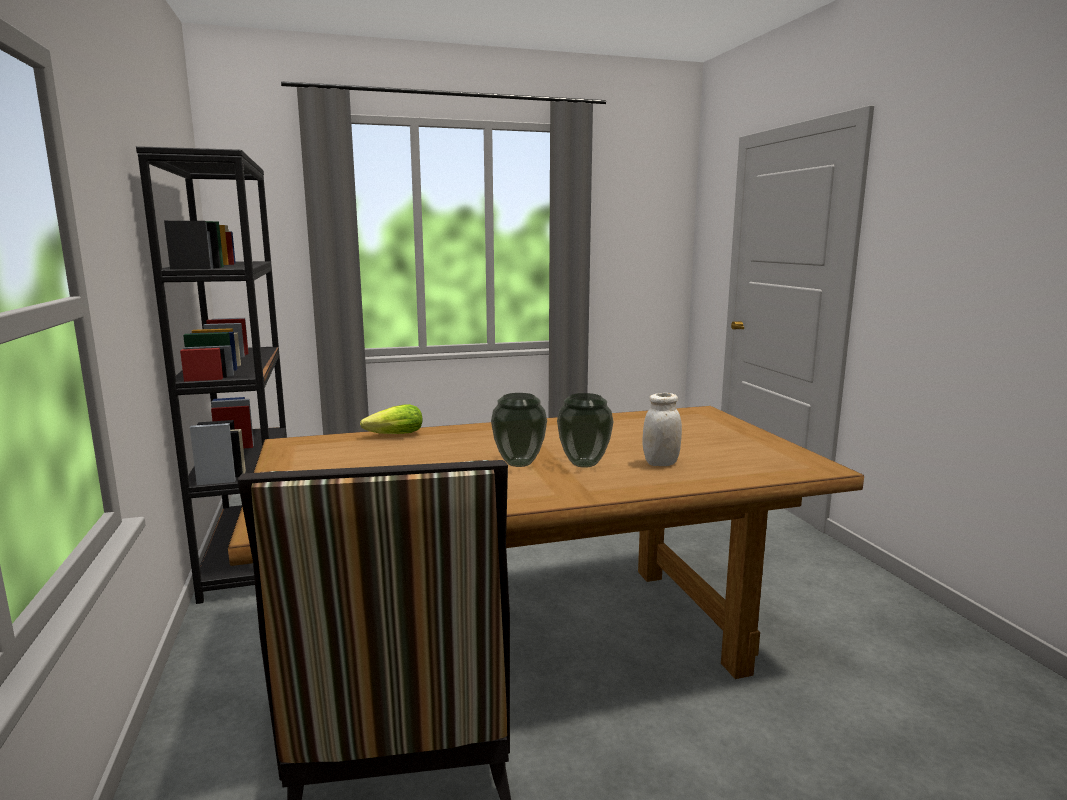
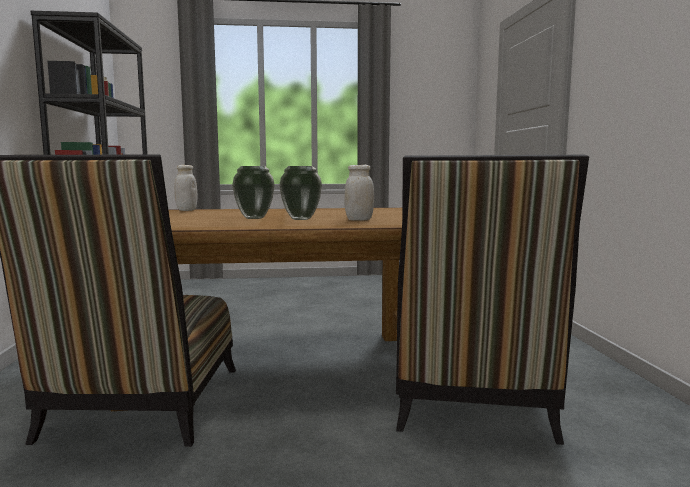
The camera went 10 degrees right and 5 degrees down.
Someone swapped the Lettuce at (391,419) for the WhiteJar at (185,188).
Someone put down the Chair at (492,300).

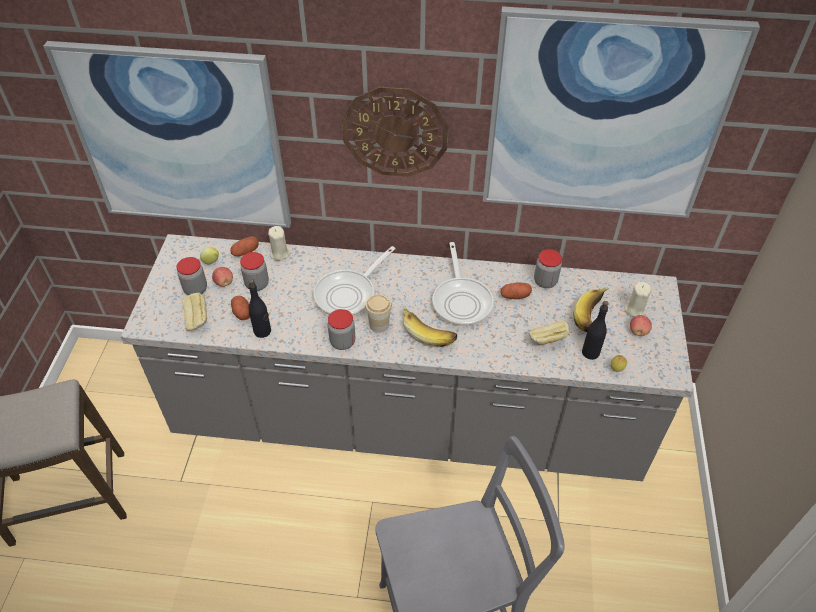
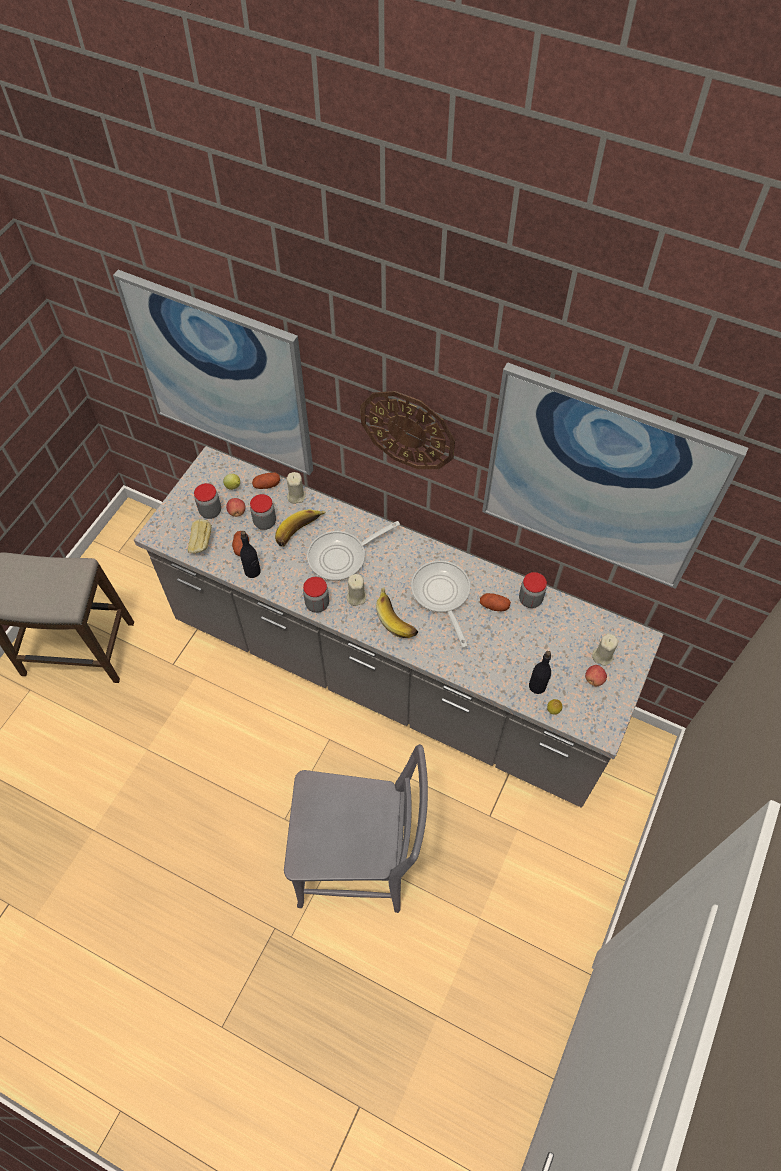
The camera went 20 degrees right and 10 degrees up.
Someone carried the Banana from (590,309) to (300,528).
Someone swapped the Cup at (378,313) for the BeigeCandle at (356,590).
Someone rotated the FryingPan at (463,284) by 150 degrees clockwise.
Someone took away the Bread at (549,332).

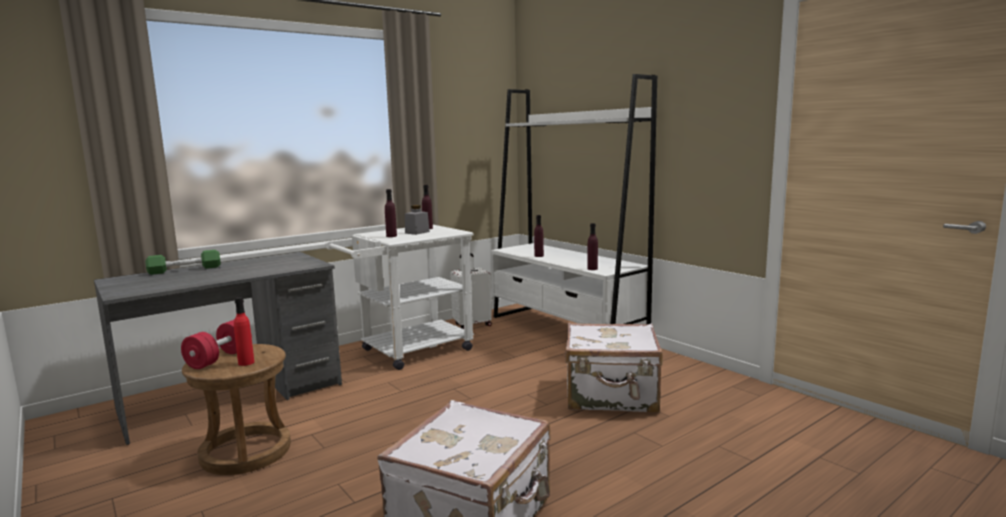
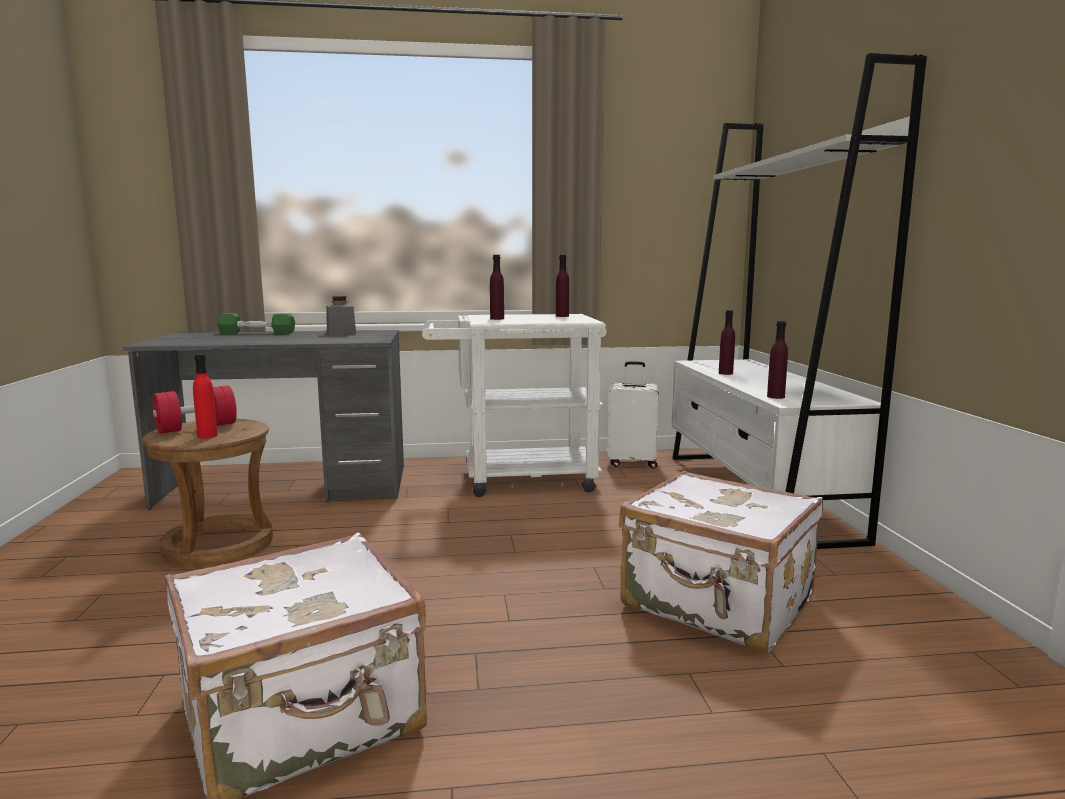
The camera went 30 degrees right and 0 degrees up.
Someone carried the GreyJar from (417,220) to (341,315).

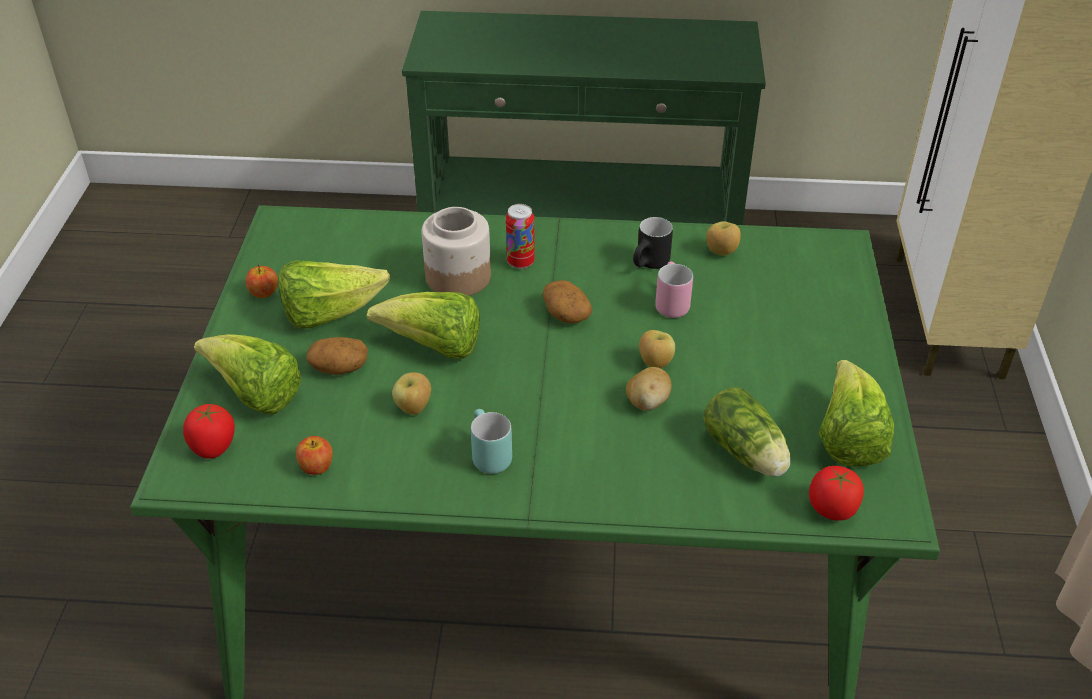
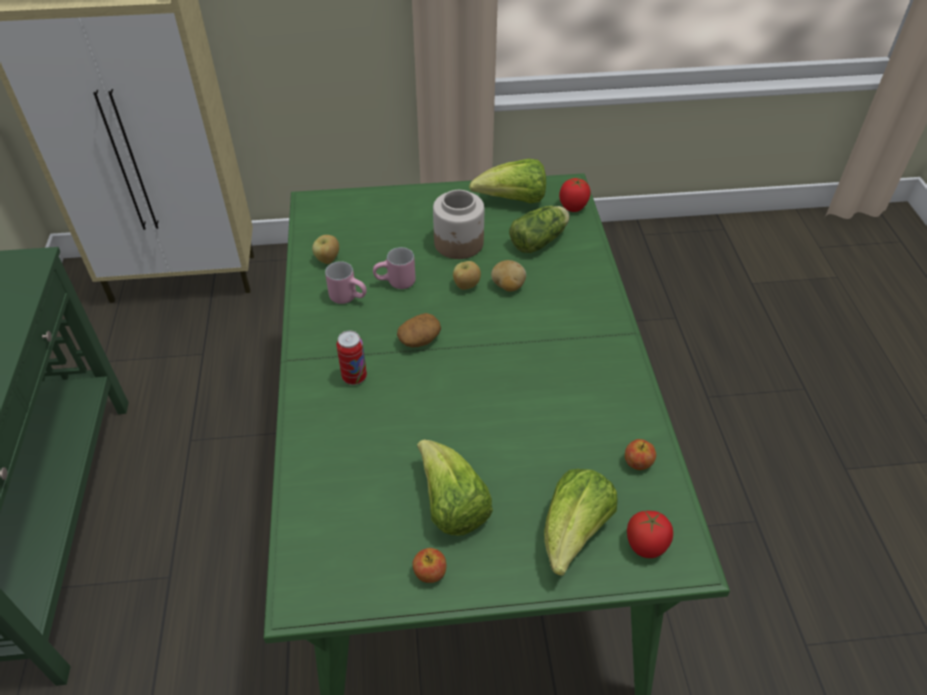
The camera went 100 degrees left and 5 degrees up.
Someone repainted the BlackMug at (653,243), which became the PinkMug at (346,282).
Someone carried the Jar from (456,251) to (458,224).
Someone took away the Potato at (337,356).
Someone took away the Lettuce at (423,325).
Someone took away the Apple at (411,393).
Someone took away the TurquoiseMug at (491,441).

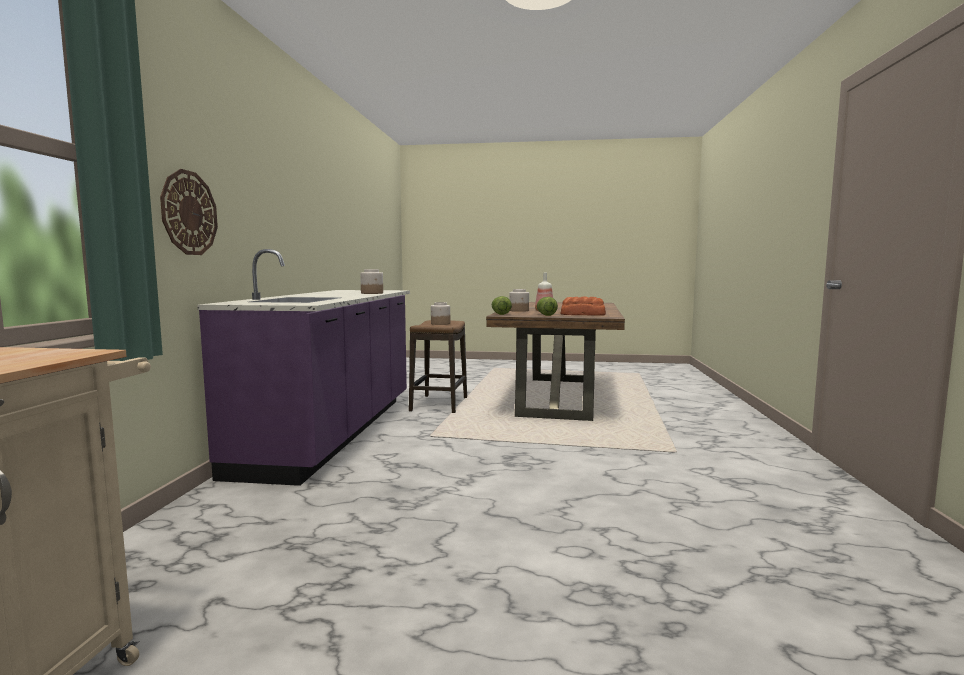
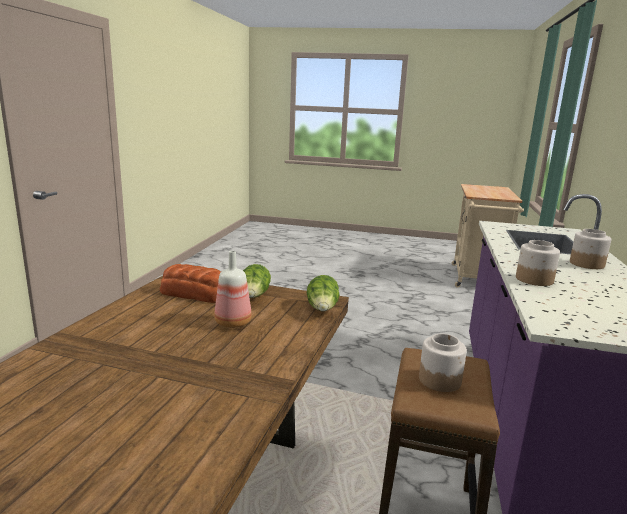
The camera went 175 degrees left and 10 degrees up.
Someone carried the Jar from (519,300) to (590,249).
Someone took away the WallClock at (189,212).

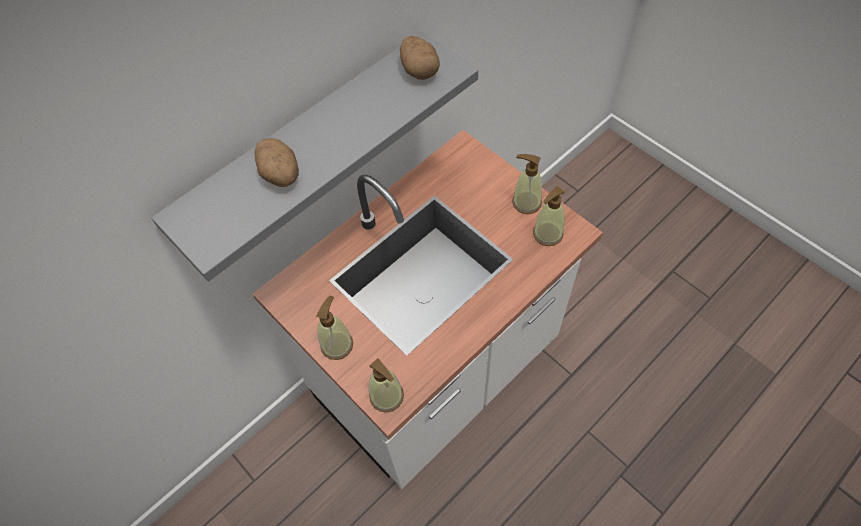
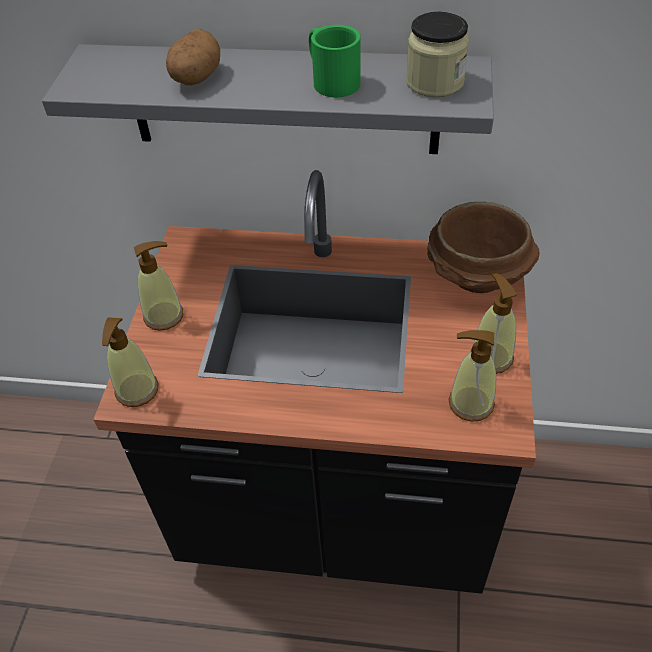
The camera went 50 degrees right and 10 degrees down.
Someone repainted the WhiteCounter at (428,309), which became the BlackCounter at (314,382).
Someone put down the GreenMug at (335,61).
Someone swapped the Potato at (420,58) for the Jar at (437,54).
Someone put down the BrownBowl at (483,247).

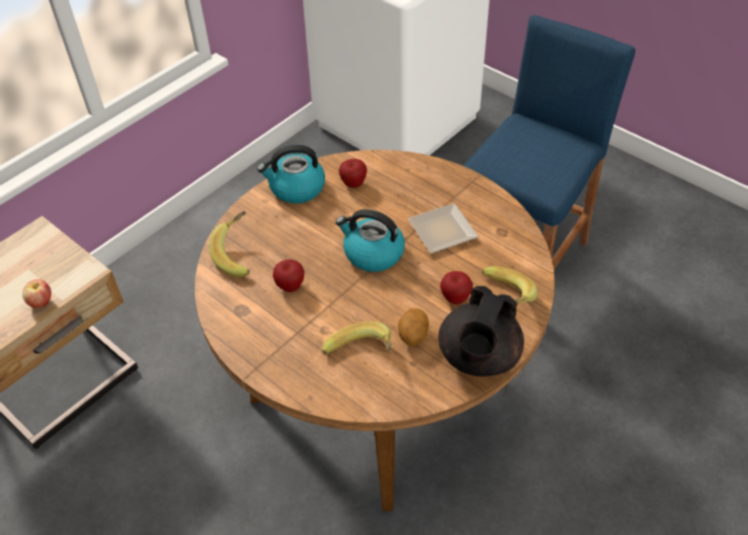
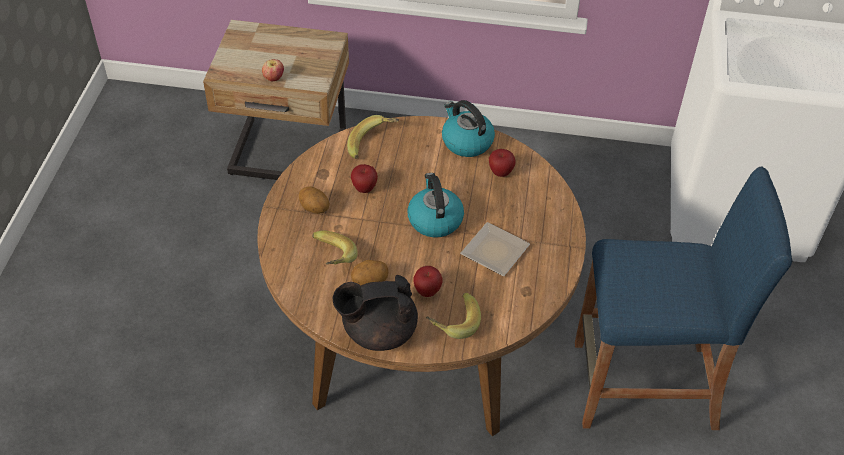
The camera went 55 degrees right and 0 degrees up.
Someone put down the Potato at (314,200).

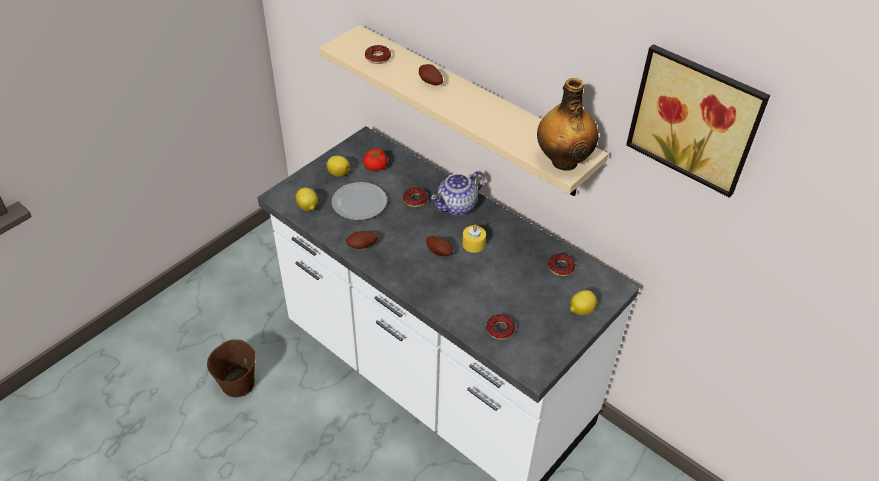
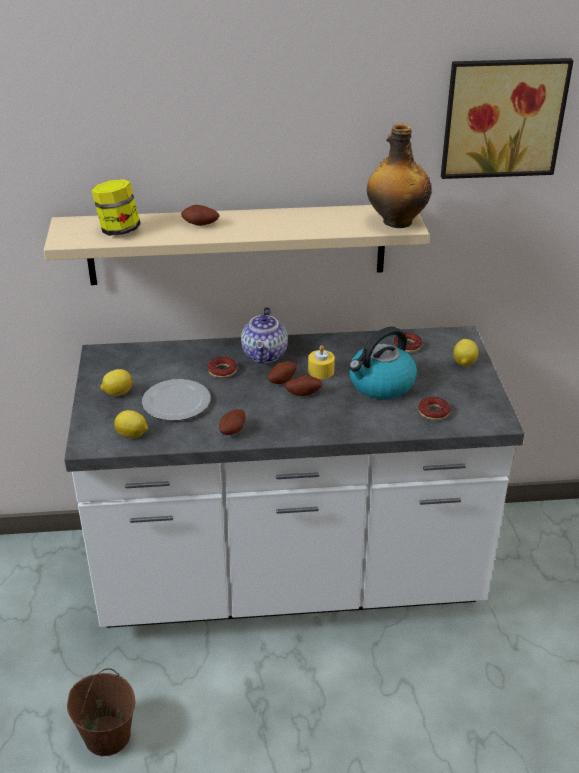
The camera went 45 degrees left and 10 degrees down.
Someone swapped the Donut at (378,54) for the Jar at (116,207).
Someone put down the Potato at (282,372).
Someone put down the Kettle at (383,362).
Someone took away the Tomato at (375,159).

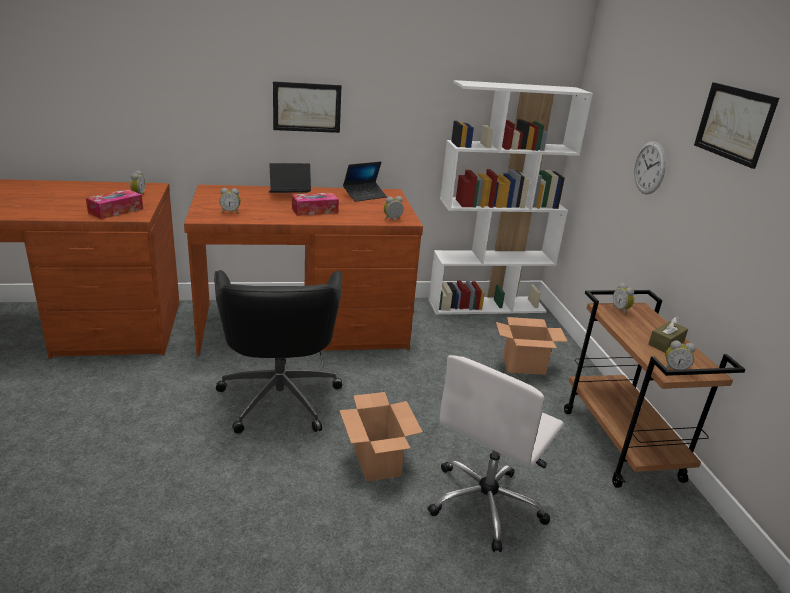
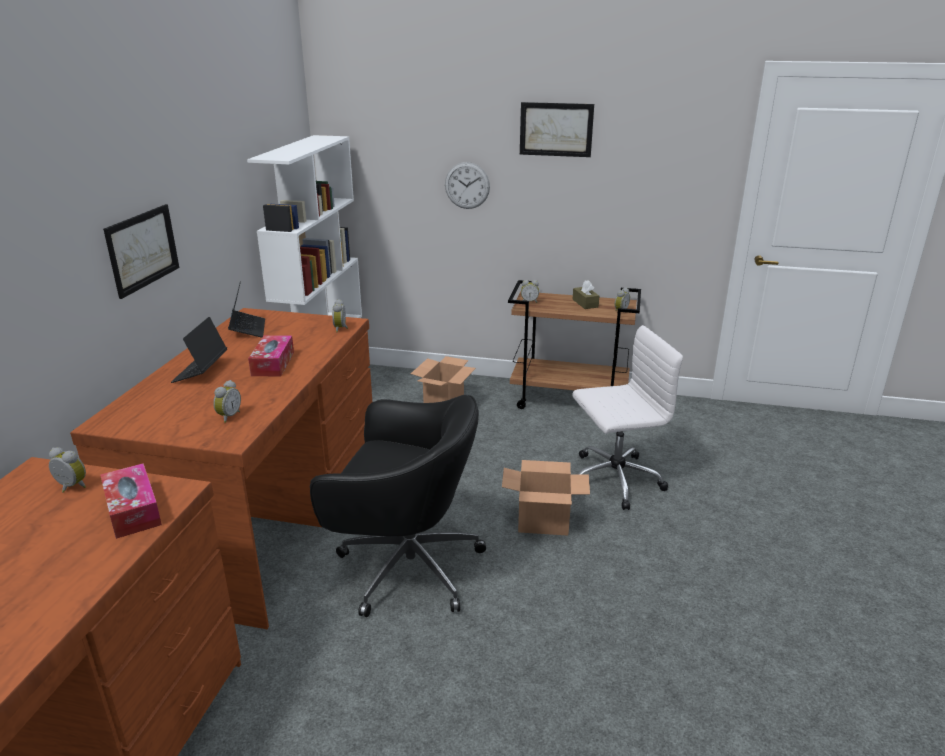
The camera went 65 degrees left and 0 degrees up.
Someone rotated the WhiteOfficeChair at (496,453) by 75 degrees counterclockwise.

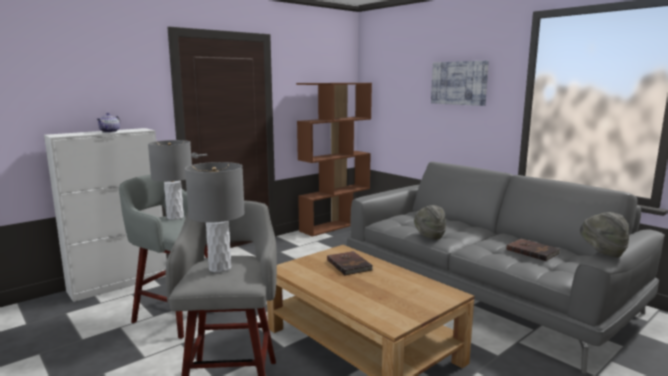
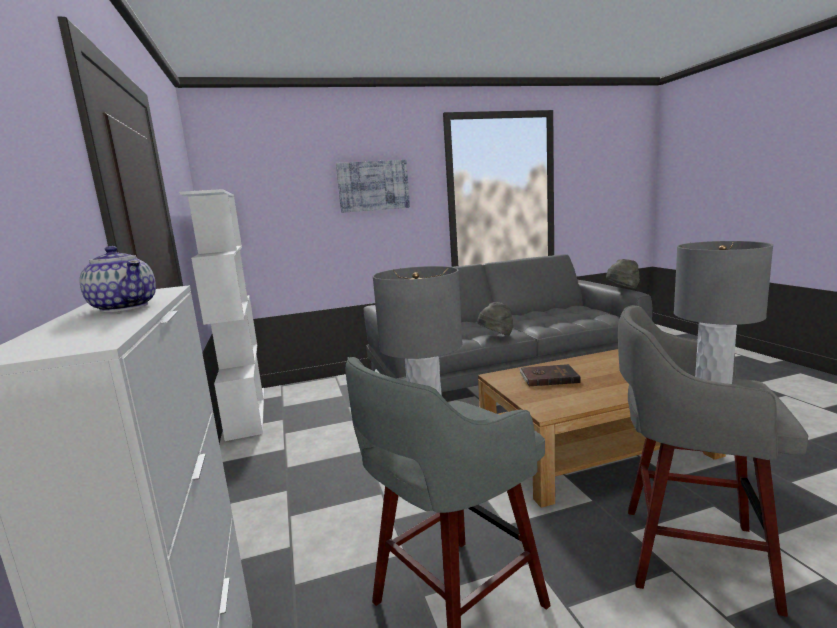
The camera went 65 degrees left and 0 degrees up.
Someone repainted the BrownBookcase at (334,160), which became the WhiteBookcase at (221,315).
Someone took away the BrownBook at (533,250).

